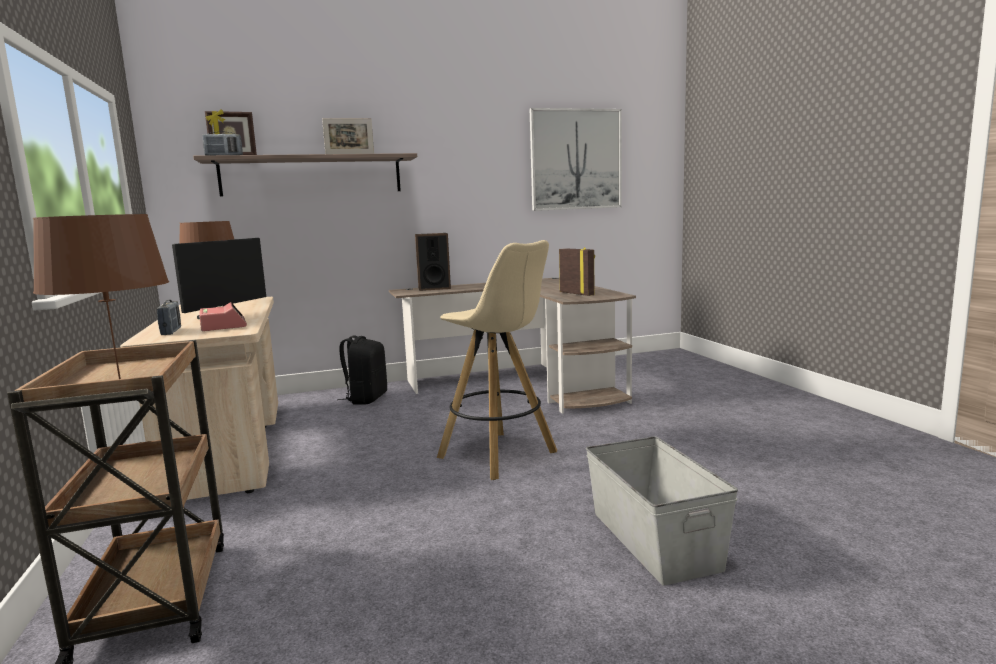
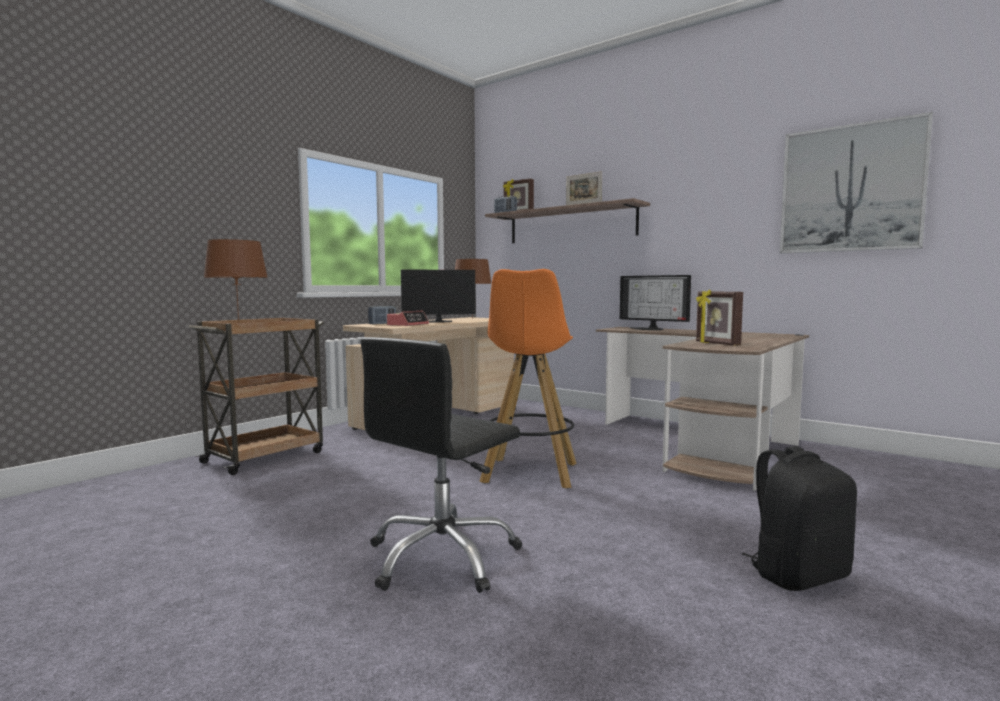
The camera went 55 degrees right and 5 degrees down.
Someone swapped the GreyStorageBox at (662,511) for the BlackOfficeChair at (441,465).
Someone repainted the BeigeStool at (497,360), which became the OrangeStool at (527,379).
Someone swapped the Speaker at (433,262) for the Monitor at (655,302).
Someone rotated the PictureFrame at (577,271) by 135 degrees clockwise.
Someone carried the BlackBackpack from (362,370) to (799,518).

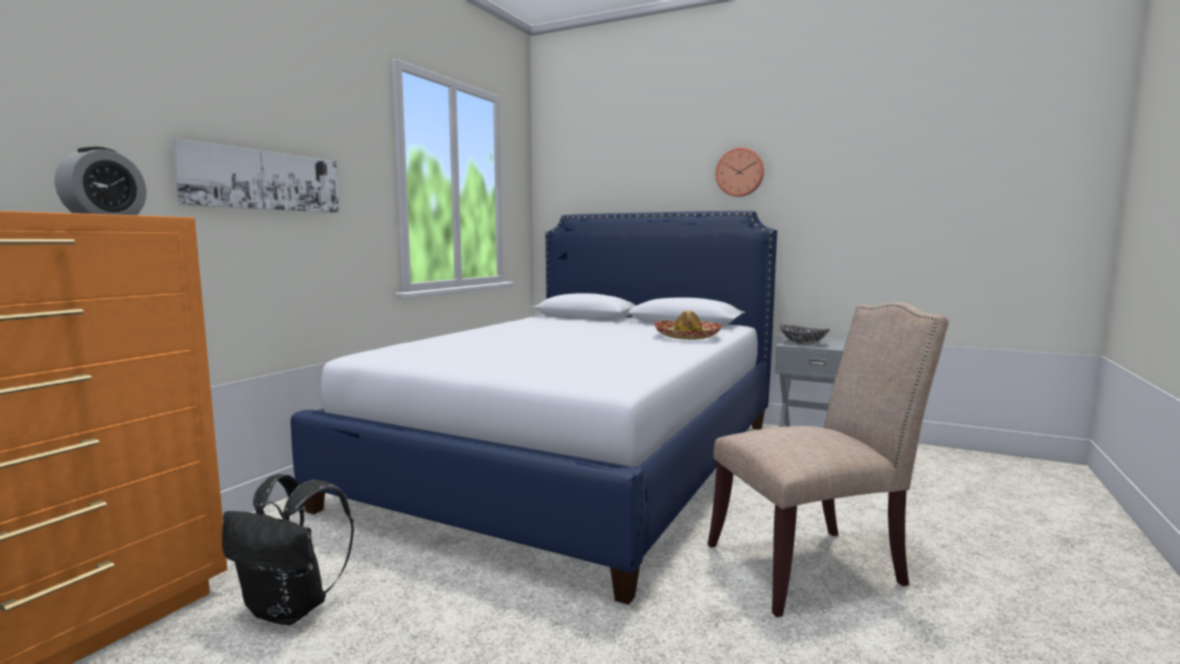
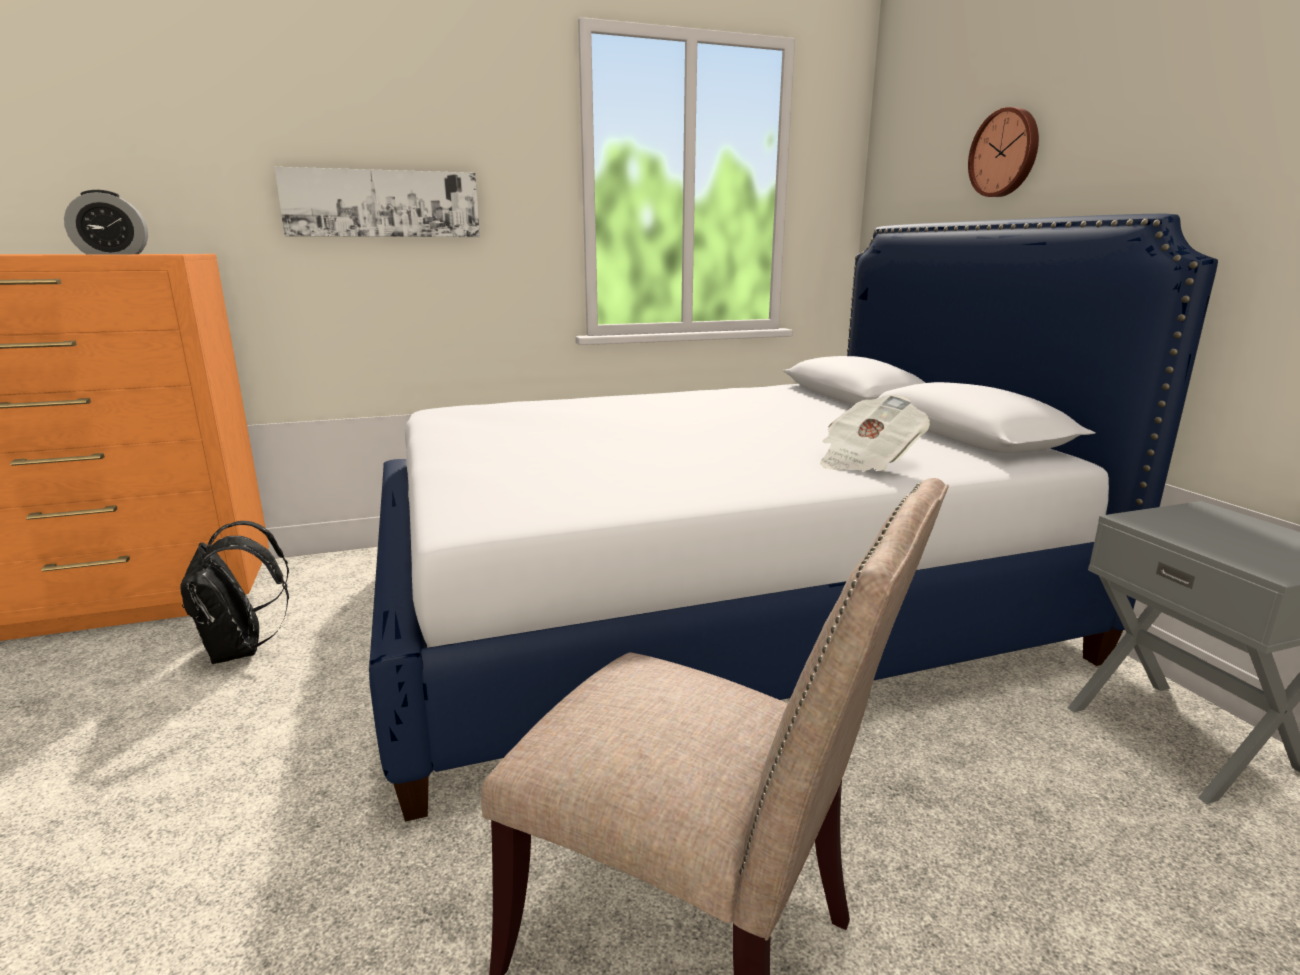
The camera went 45 degrees right and 10 degrees up.
Someone swapped the Hat at (688,325) for the Newspaper at (875,433).
Someone carried the WallClock from (740,172) to (1003,152).
Someone took away the Bowl at (804,335).

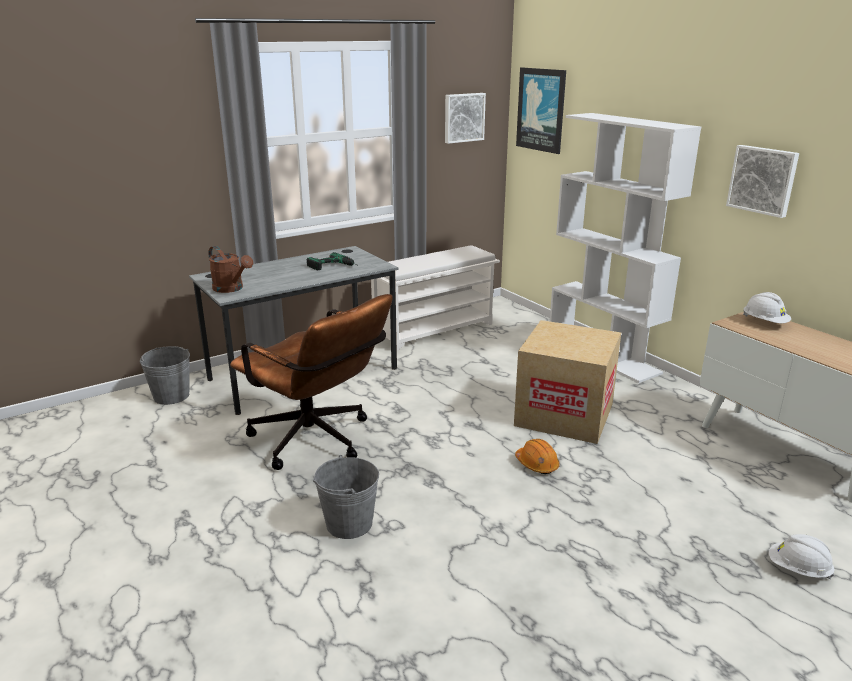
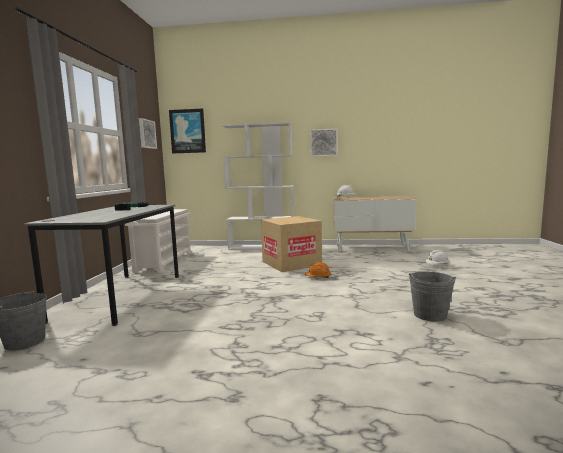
The camera went 50 degrees left and 15 degrees down.
Someone carried the GreyBucket from (346,497) to (432,297).
Someone took away the BrownWateringCan at (230,269).
Someone took away the BrownOfficeChair at (311,382).

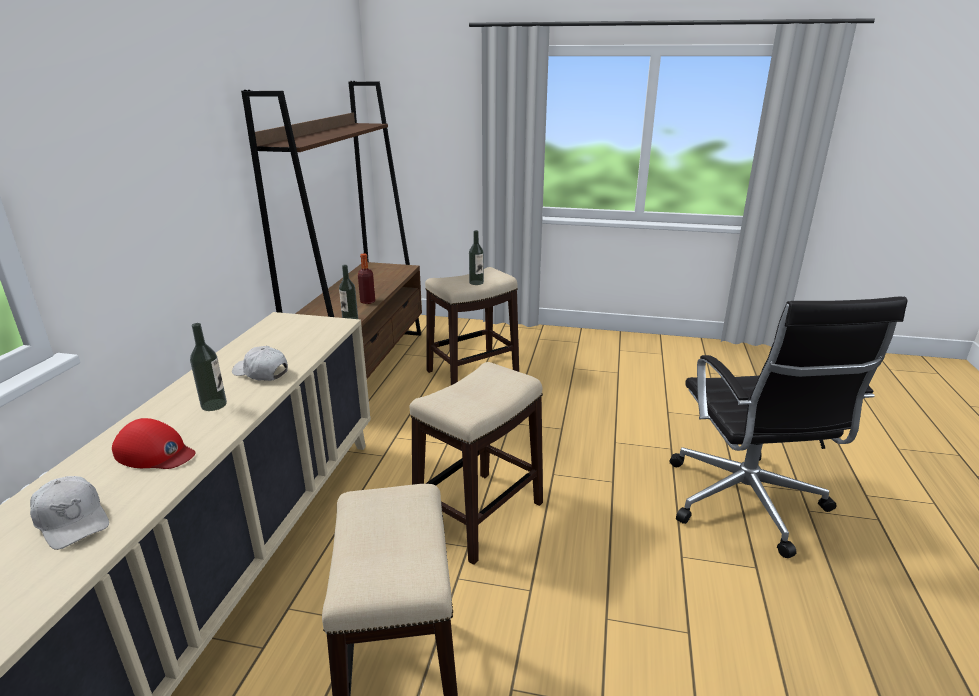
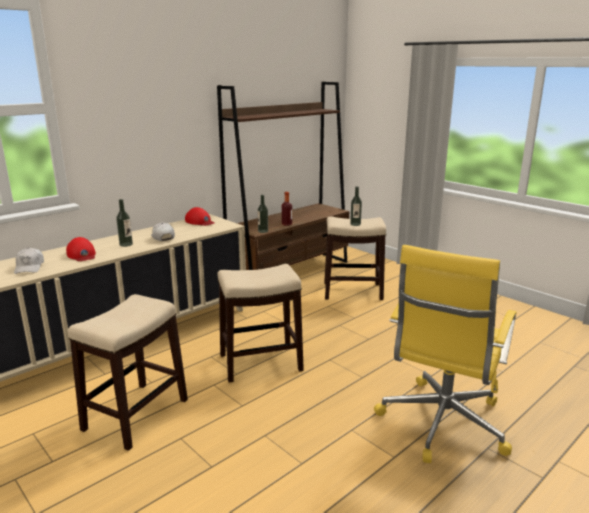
The camera went 35 degrees right and 5 degrees down.
Someone put down the RedCap at (200,216).
Someone repainted the BlackOfficeChair at (788,427), which became the YellowOfficeChair at (445,354).

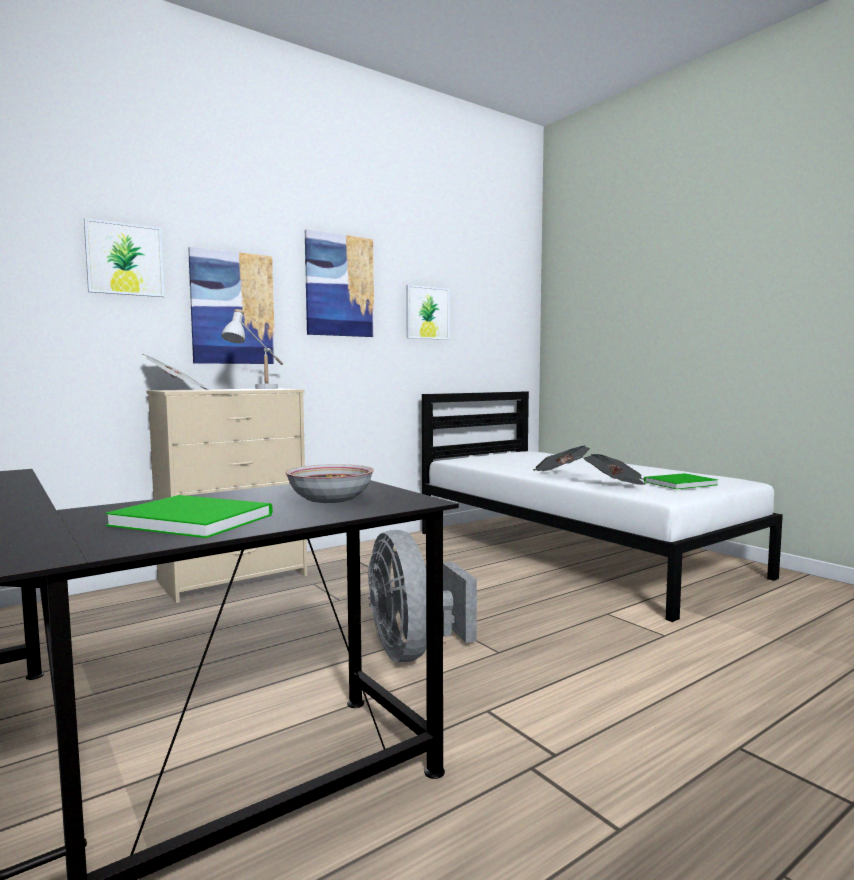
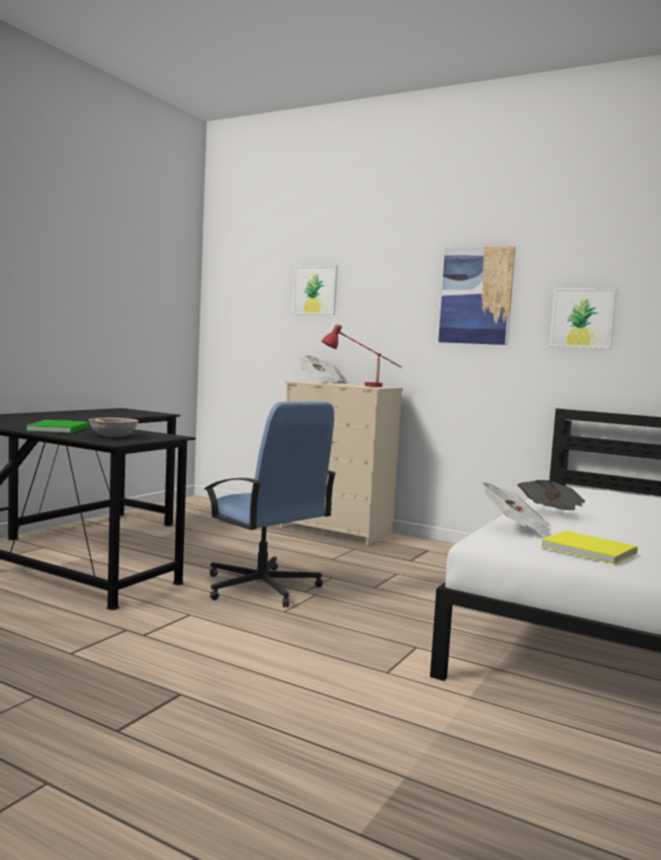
The camera went 65 degrees right and 0 degrees up.
Someone swapped the GreyFan at (422,596) for the BlueOfficeChair at (270,504).
Someone repainted the WhiteTableLamp at (252,349), which became the RedTableLamp at (361,355).
Someone repainted the GreenBook at (681,481), which became the YellowBook at (589,547).
Someone took away the Picture at (231,305).

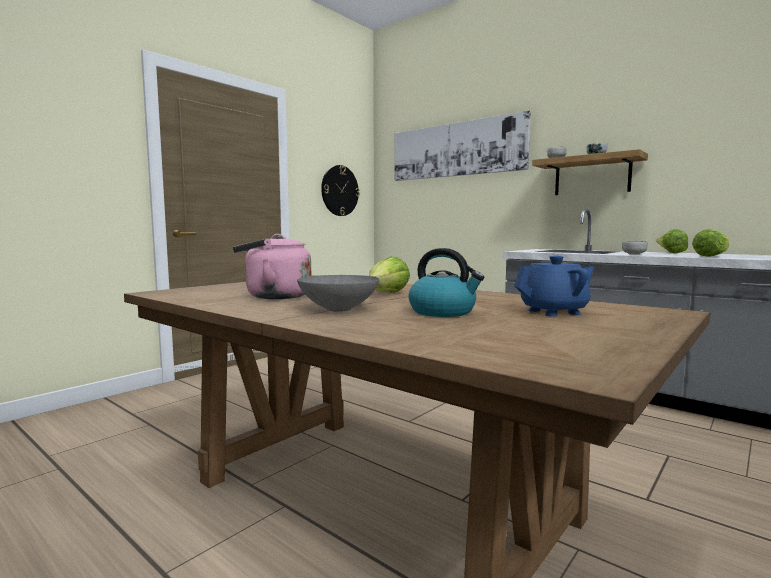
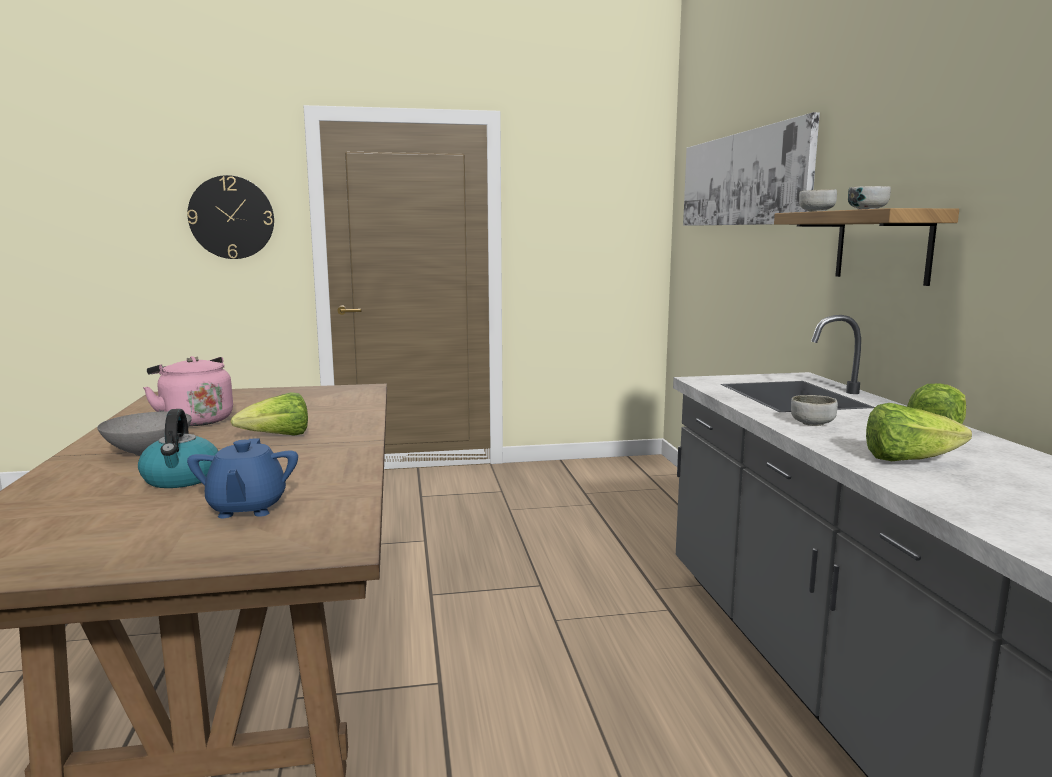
The camera went 40 degrees right and 5 degrees up.
Someone carried the WallClock from (340,190) to (230,217).
Someone rotated the BlueTeapot at (554,286) by 60 degrees clockwise.

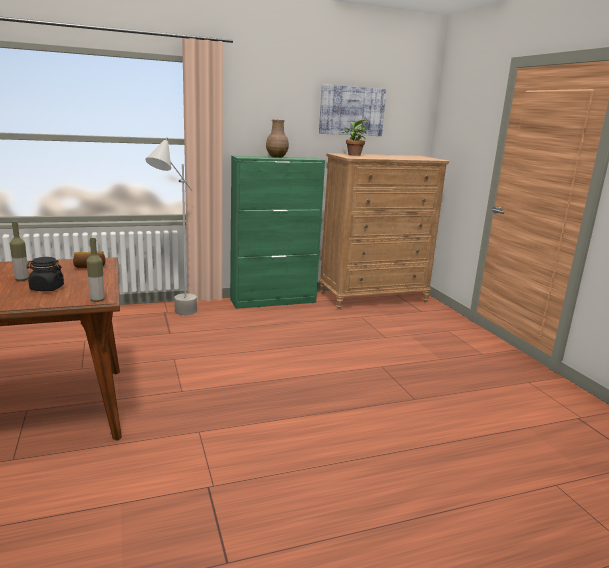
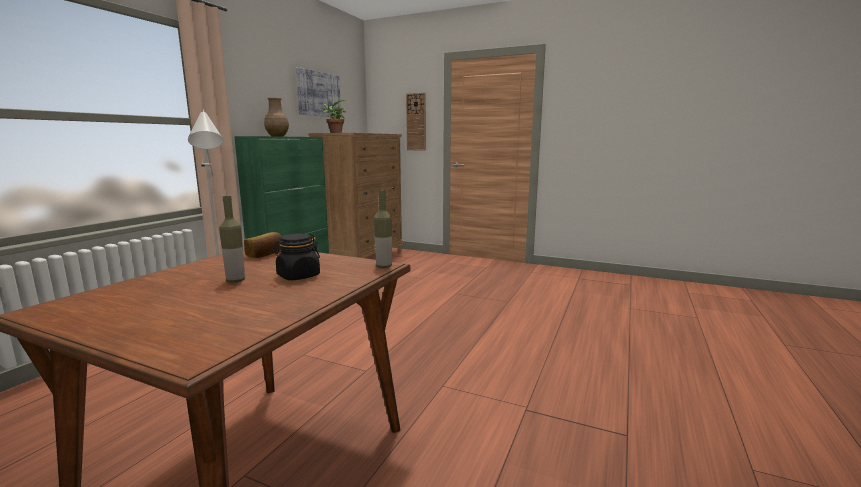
The camera went 45 degrees left and 5 degrees down.
Someone put up the WallClock at (416,121).

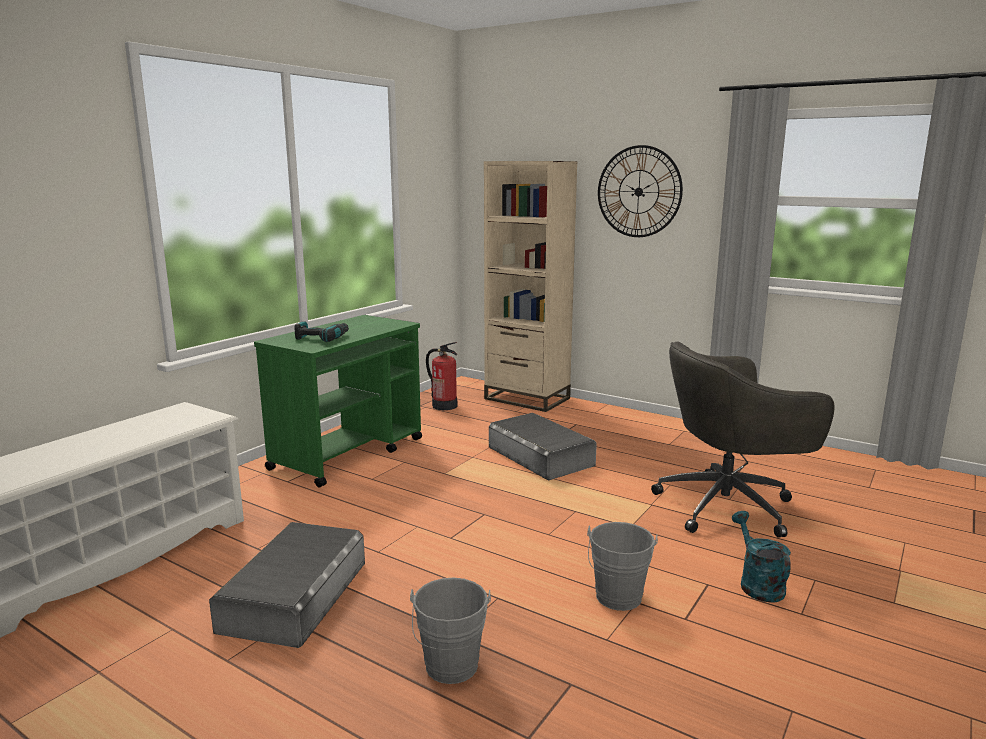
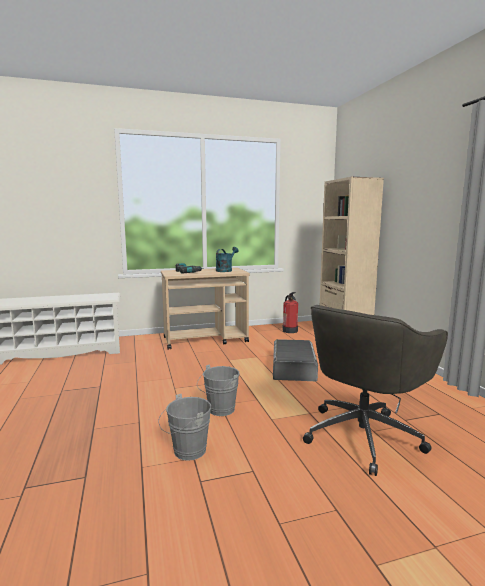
The camera went 40 degrees right and 5 degrees down.
Someone repainted the GreenCart at (338,401), which became the BeigeCart at (205,309).
Someone carried the GreyBucket from (450,631) to (218,390).
Someone carried the TurquoiseWateringCan from (761,557) to (227,259).
Someone rotated the GreyOfficeChair at (743,439) by 75 degrees counterclockwise.
Someone took away the GreyStorageBox at (287,585).
Someone took away the WallClock at (640,191).

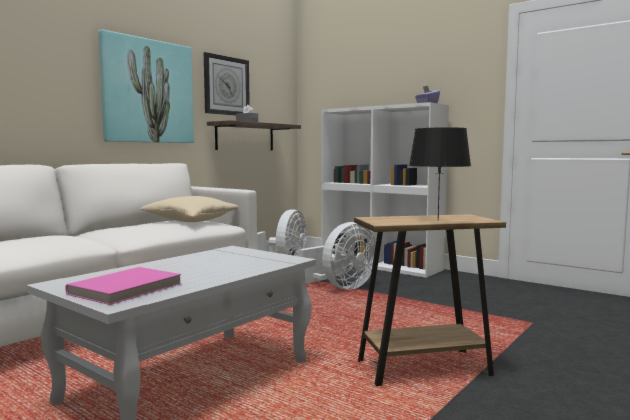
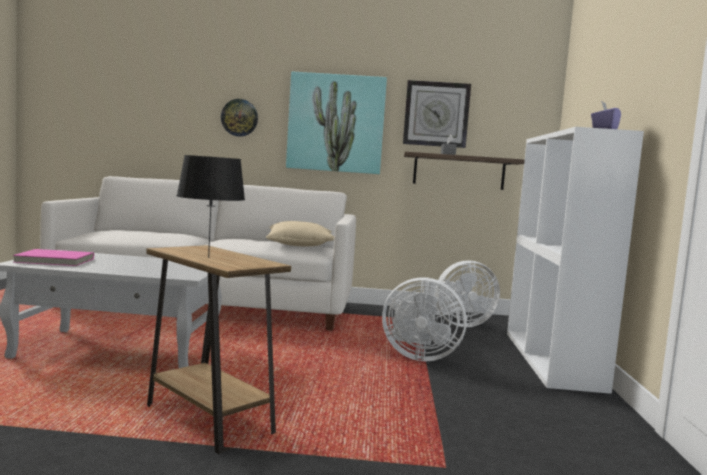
The camera went 55 degrees right and 0 degrees up.
Someone put up the WallClock at (239,118).

